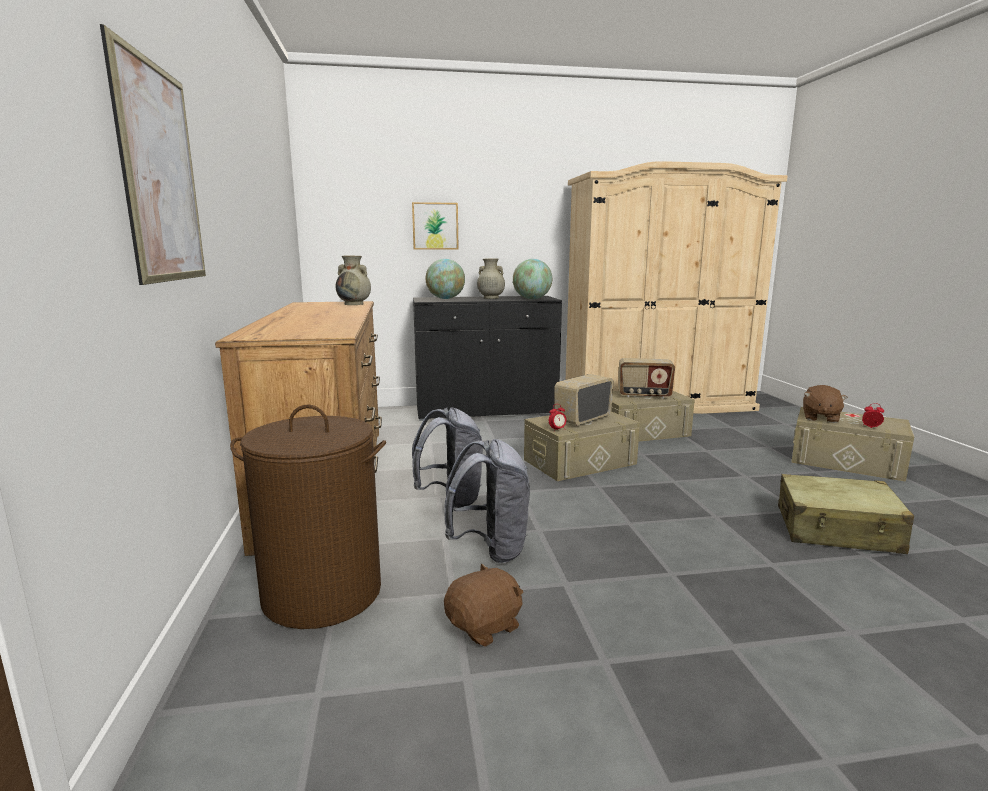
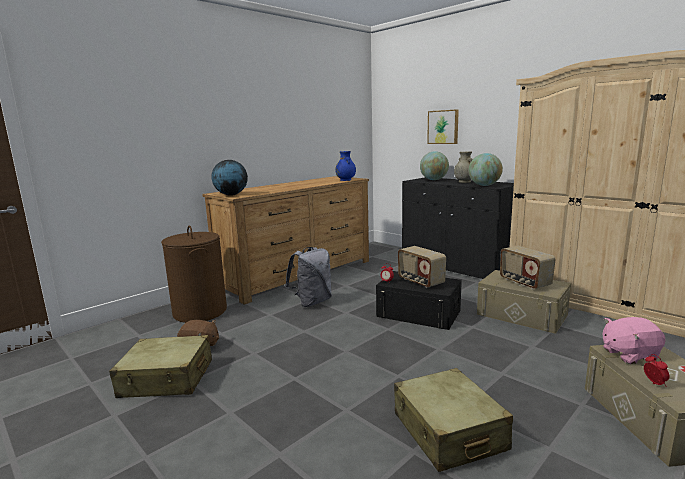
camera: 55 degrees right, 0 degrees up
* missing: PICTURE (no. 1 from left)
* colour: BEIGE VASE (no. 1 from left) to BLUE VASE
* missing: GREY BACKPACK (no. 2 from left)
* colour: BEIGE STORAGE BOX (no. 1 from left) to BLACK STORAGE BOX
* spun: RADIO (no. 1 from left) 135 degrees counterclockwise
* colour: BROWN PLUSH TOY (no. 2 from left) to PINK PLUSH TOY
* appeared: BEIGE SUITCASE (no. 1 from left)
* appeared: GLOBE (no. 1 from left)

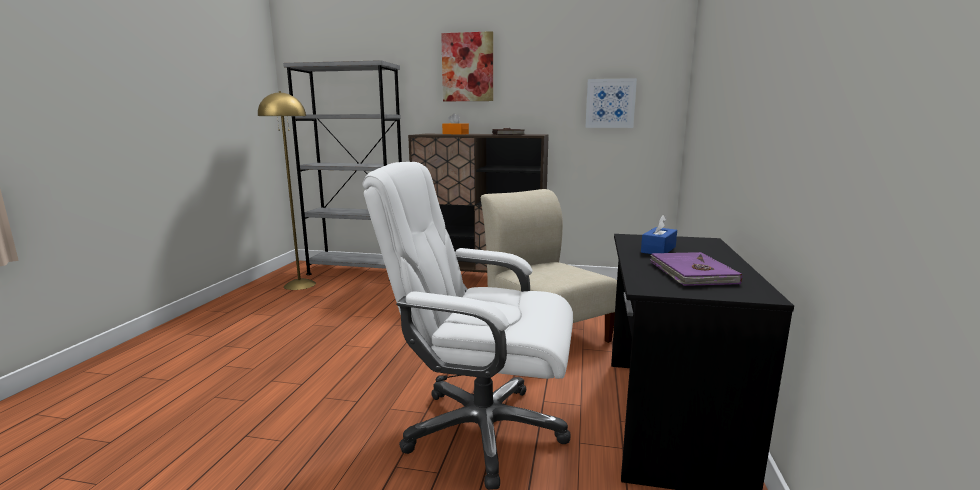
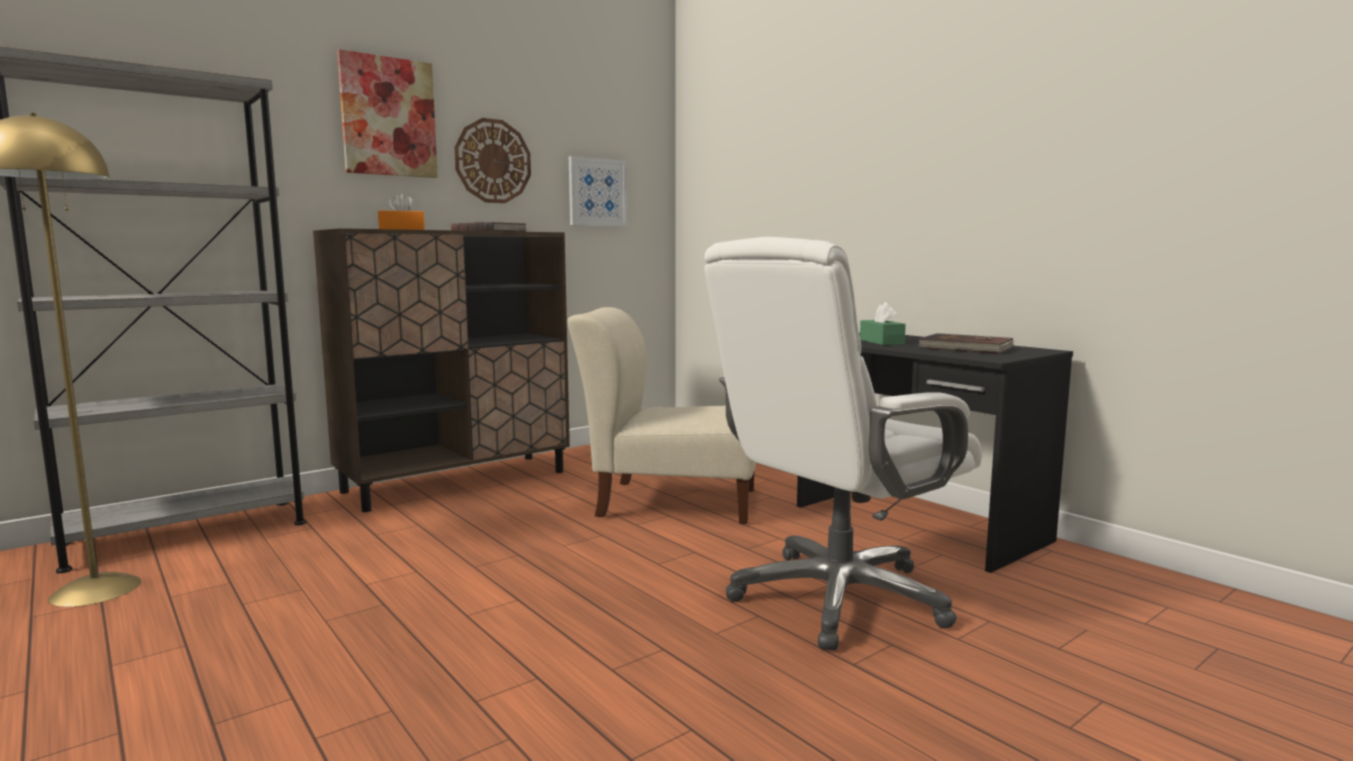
camera: 50 degrees left, 5 degrees down
* colour: BLUE TISSUE BOX to GREEN TISSUE BOX
* colour: PURPLE BOOK to BROWN BOOK (no. 2 from left)
* appeared: WALL CLOCK

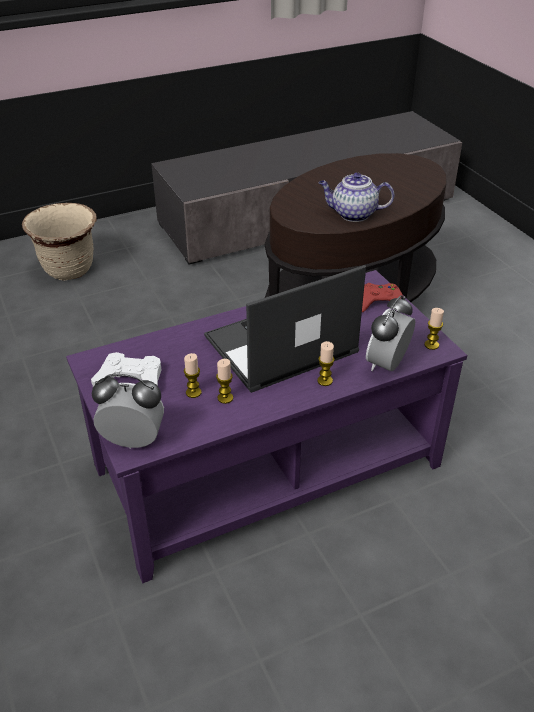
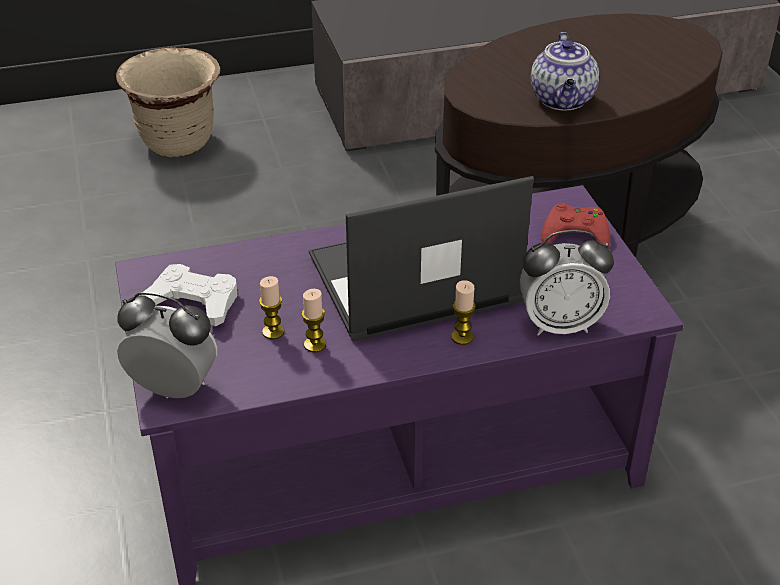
camera: 10 degrees right, 0 degrees up
* spun: TEAPOT 105 degrees counterclockwise
* spun: ALARM CLOCK (no. 2 from left) 135 degrees counterclockwise
* missing: CANDLE (no. 4 from left)

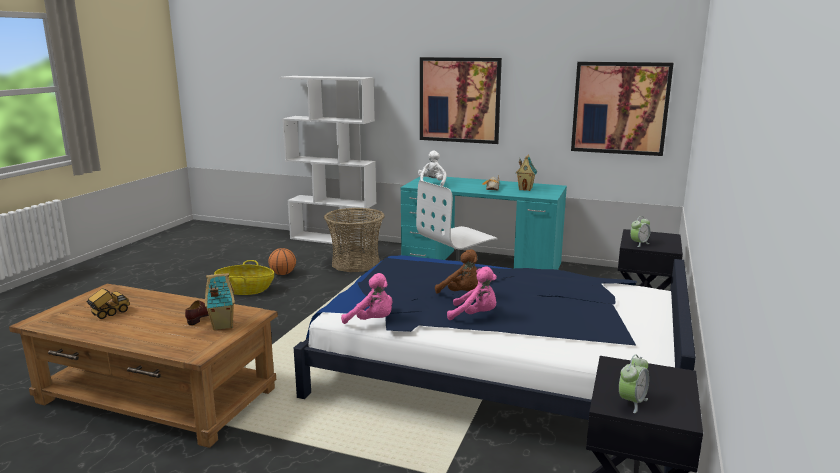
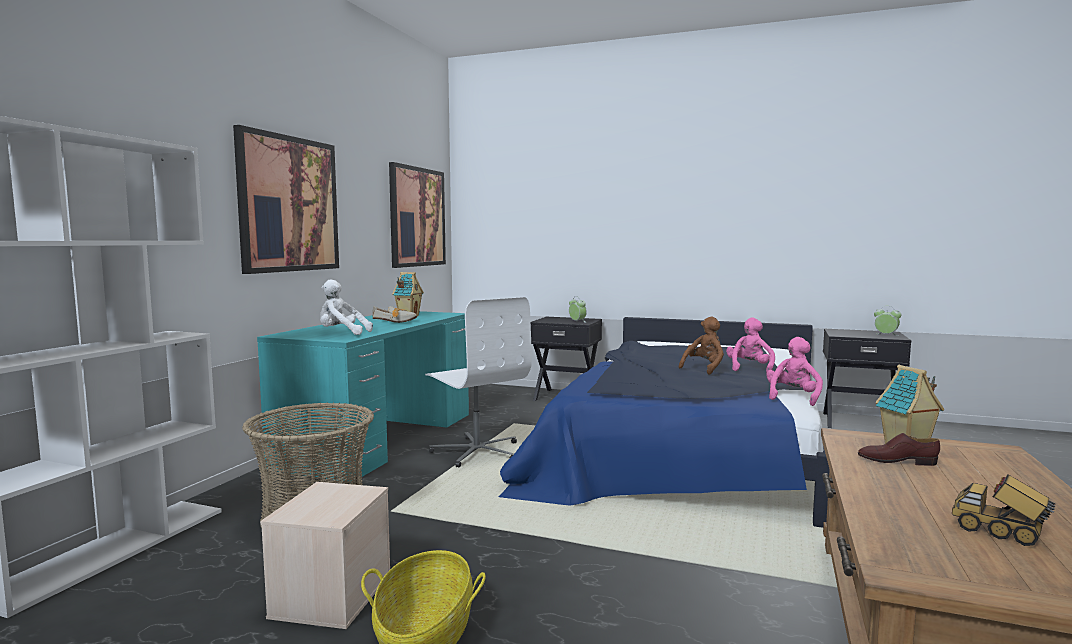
camera: 90 degrees left, 10 degrees down
* exchanged: BASKETBALL to BEIGE STORAGE BOX

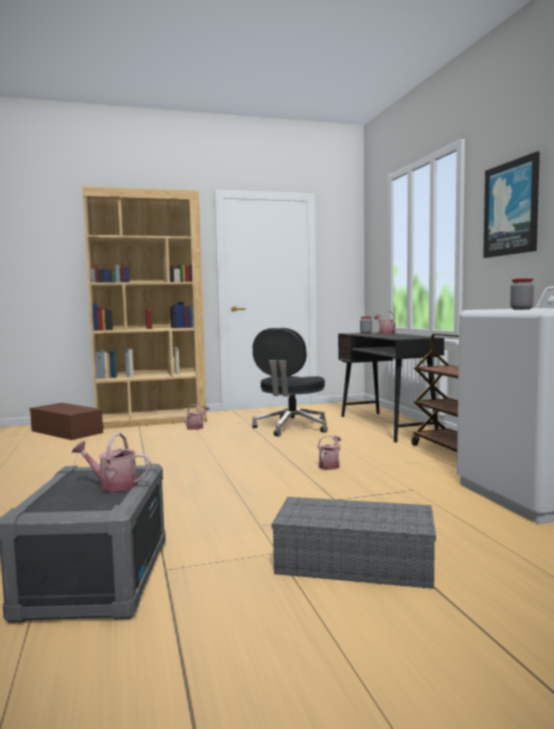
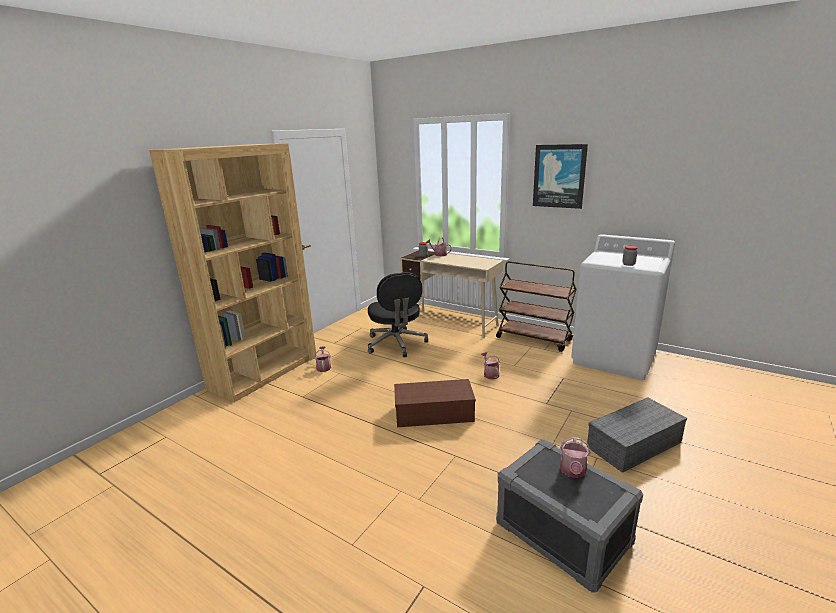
camera: 40 degrees left, 15 degrees up
* relocated: BROWN STORAGE BOX
* spun: WATERING CAN (no. 1 from left in the first image) 45 degrees counterclockwise
* colour: BLACK DESK to BEIGE DESK

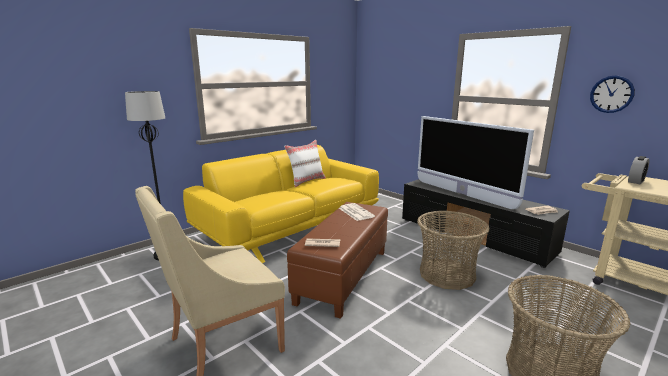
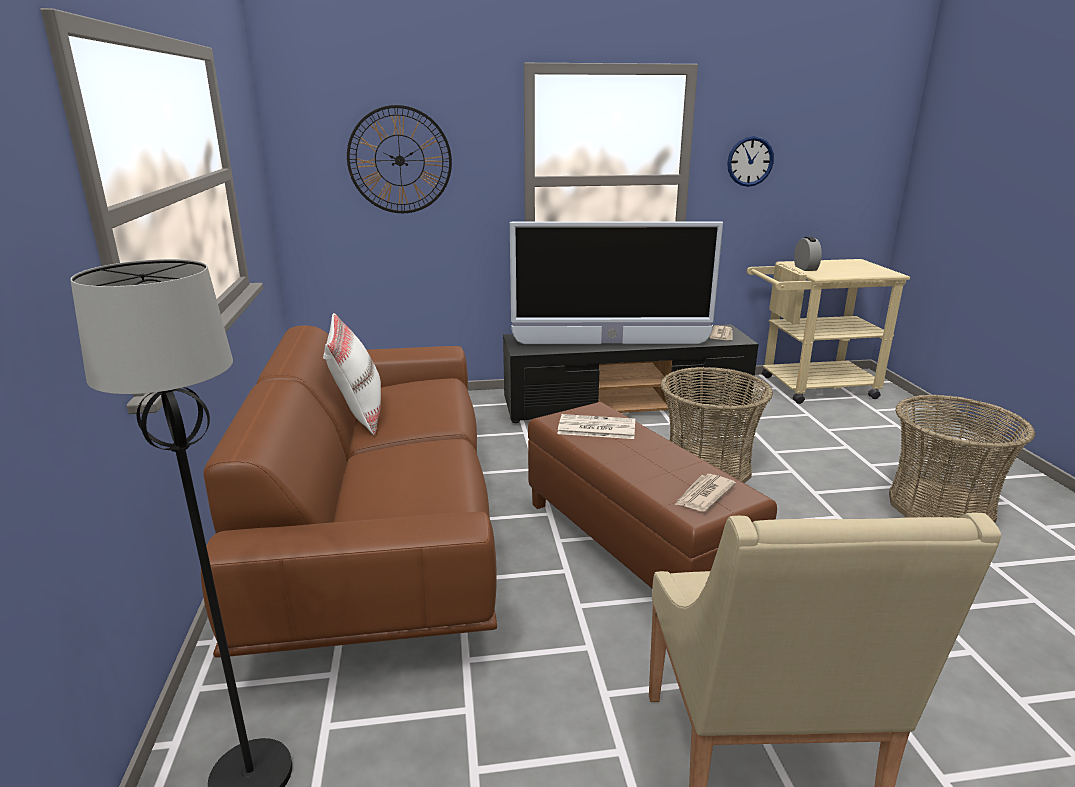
camera: 55 degrees left, 5 degrees up
* colour: YELLOW SOFA to BROWN SOFA
* appeared: WALL CLOCK (no. 1 from left)

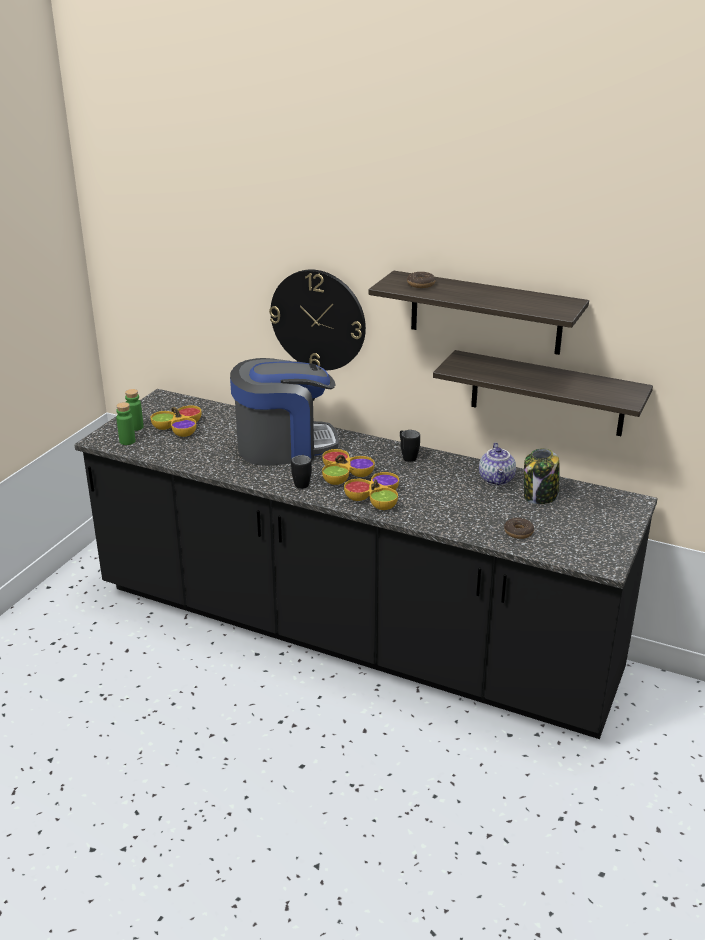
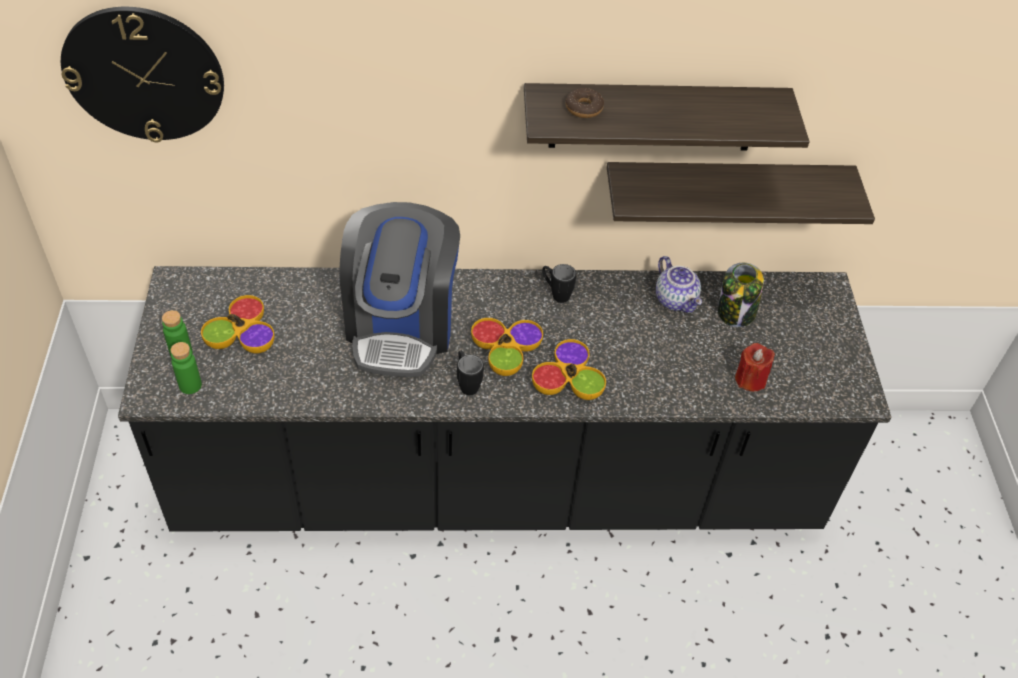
camera: 30 degrees left, 20 degrees up
* spun: COFFEE MACHINE 135 degrees clockwise
* relocated: WALL CLOCK
* exchanged: DONUT (no. 2 from left) to RED CANDLE

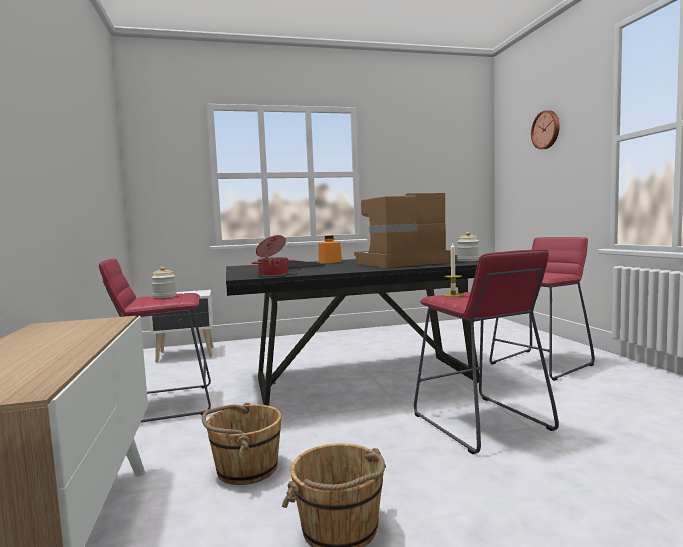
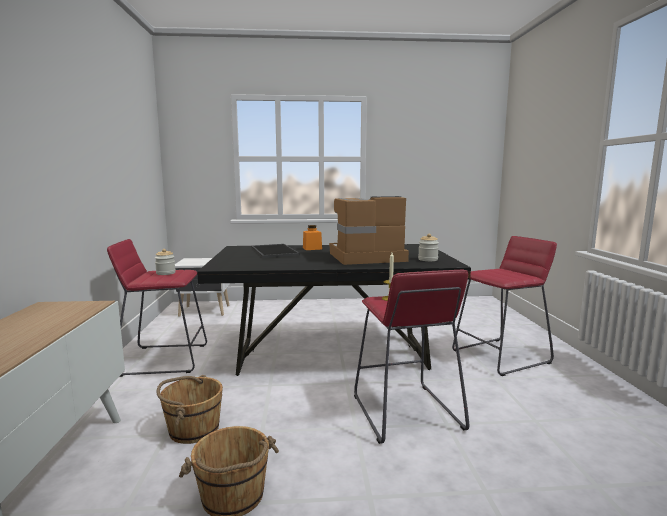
camera: 10 degrees right, 5 degrees up
* missing: COOKING POT
* missing: WALL CLOCK

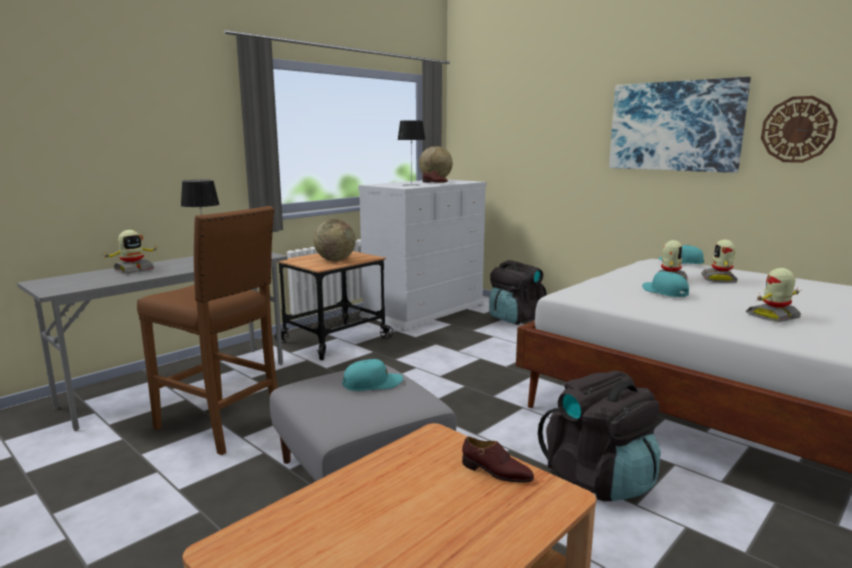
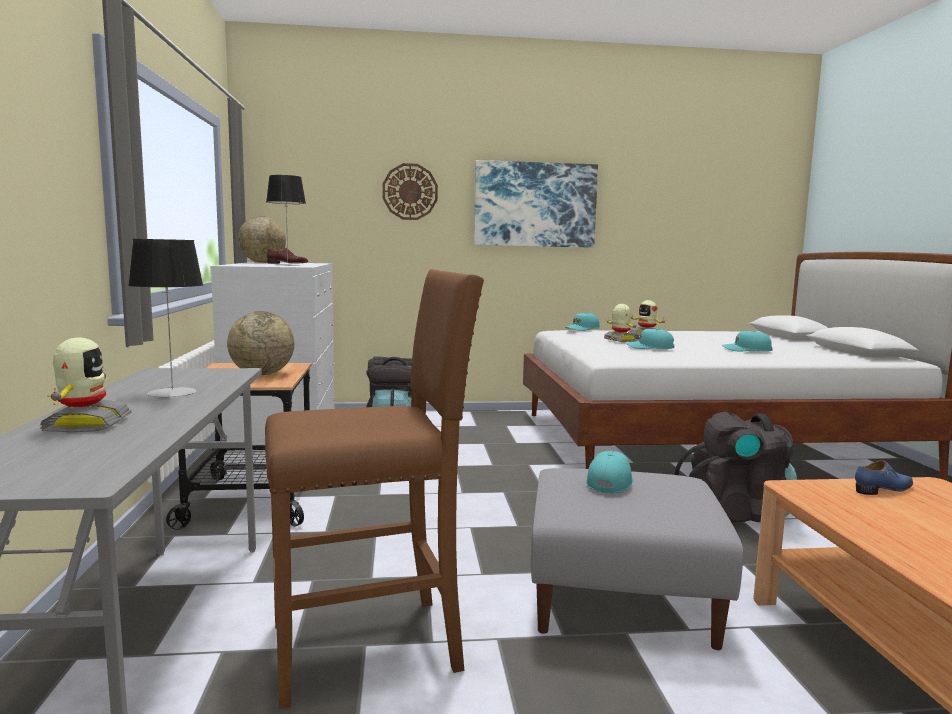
camera: 50 degrees left, 5 degrees down
* colour: BROWN SHOE (no. 2 from left) to BLUE SHOE
* exchanged: TOY ROBOT (no. 4 from left) to TURQUOISE CAP (no. 4 from left)
* relocated: WALL CLOCK

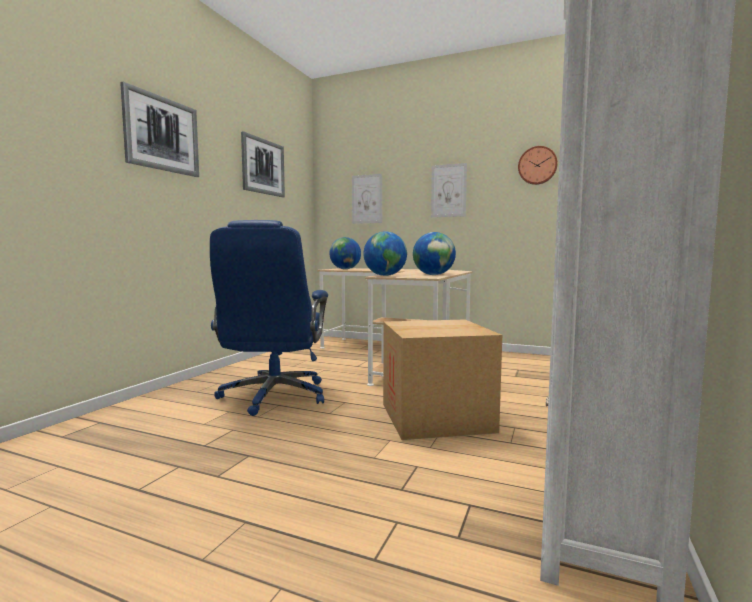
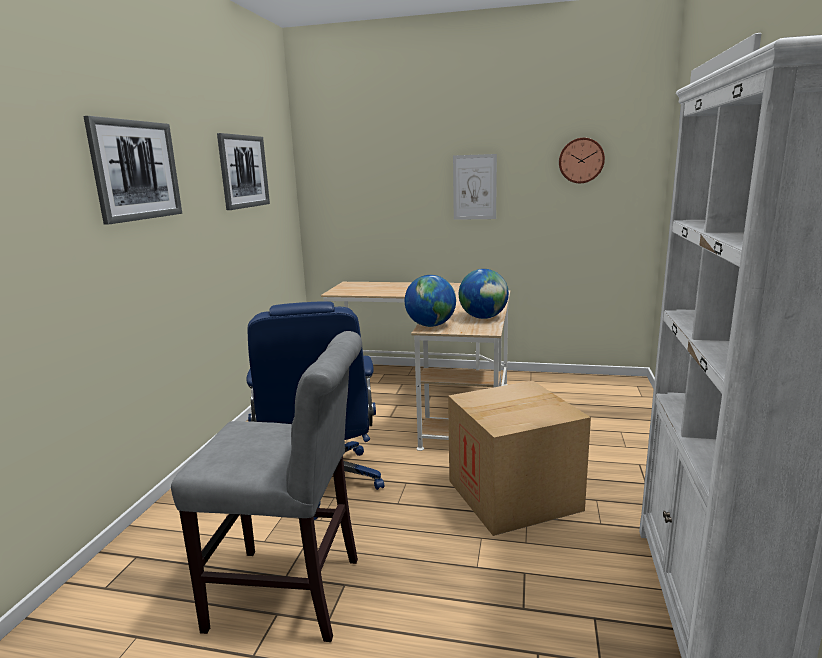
camera: 10 degrees left, 10 degrees up
* missing: GLOBE (no. 1 from left)
* missing: PICTURE (no. 3 from left)
* appeared: GREY CHAIR

